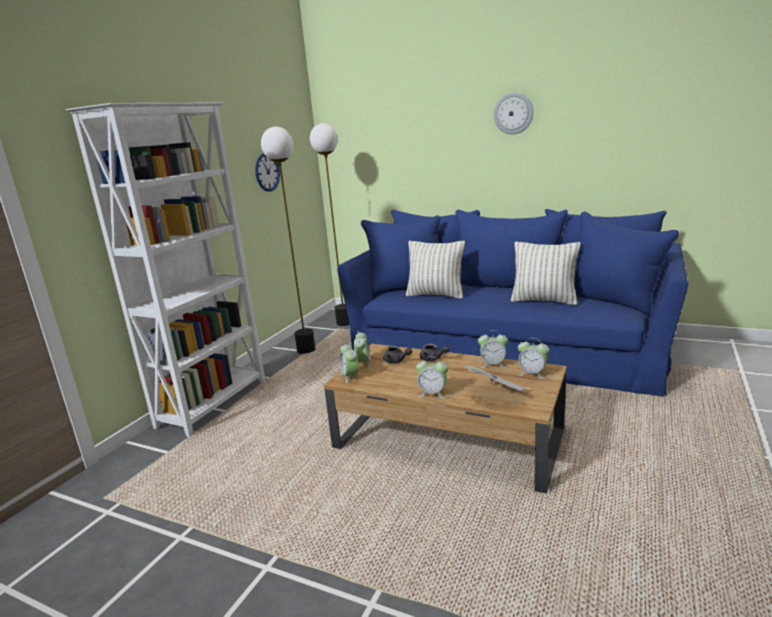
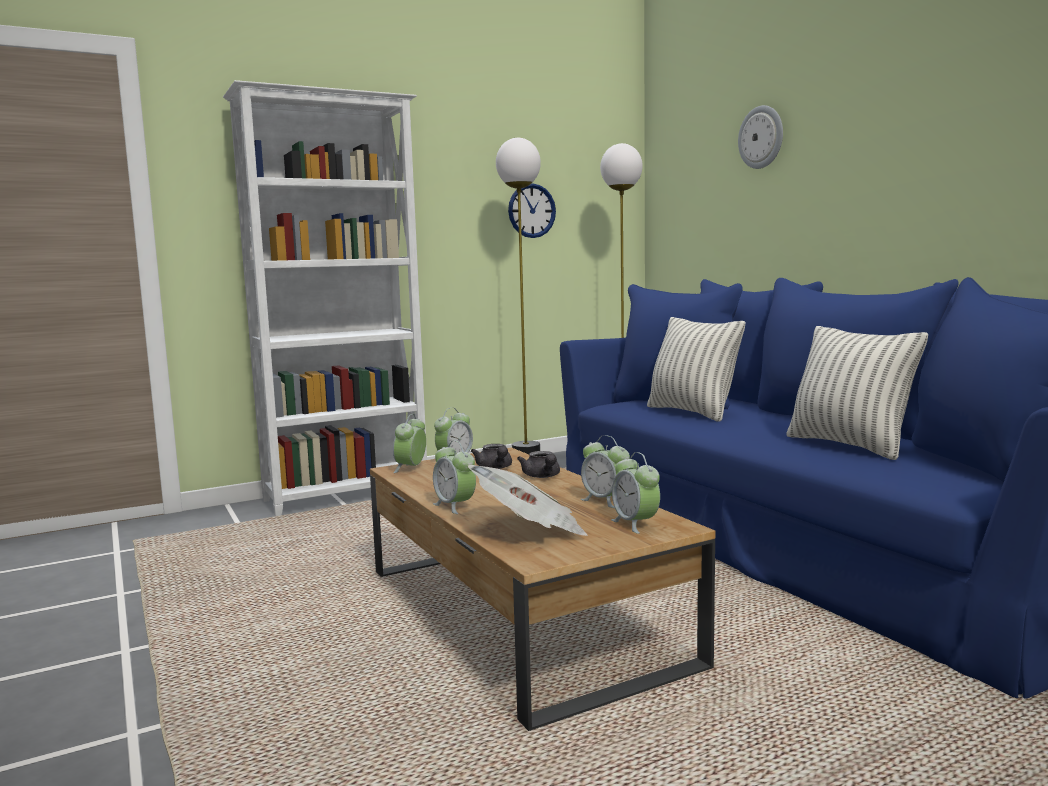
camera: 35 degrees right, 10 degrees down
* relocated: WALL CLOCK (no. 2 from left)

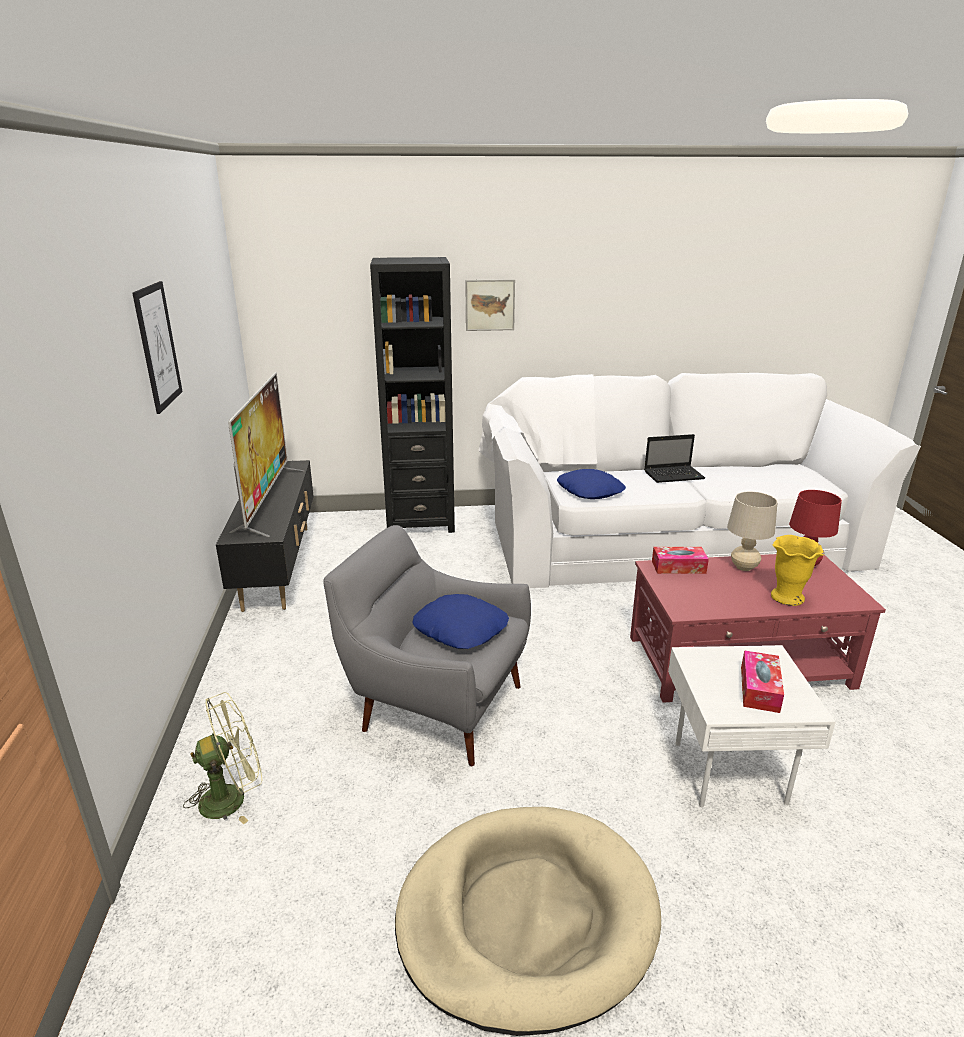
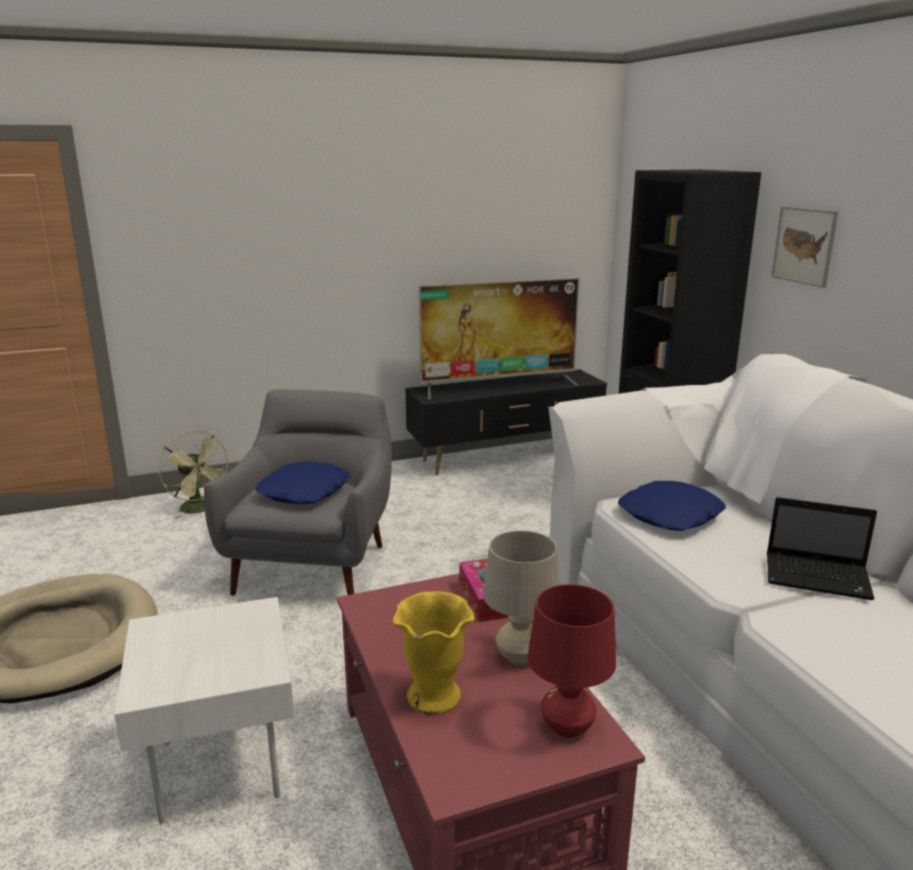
camera: 75 degrees right, 5 degrees down
* missing: PICTURE (no. 1 from left)
* spun: LAPTOP 45 degrees counterclockwise
* missing: TISSUE BOX (no. 2 from left)

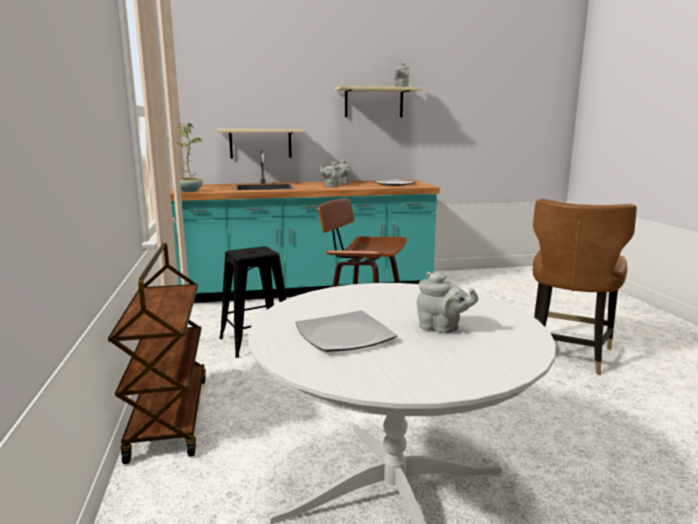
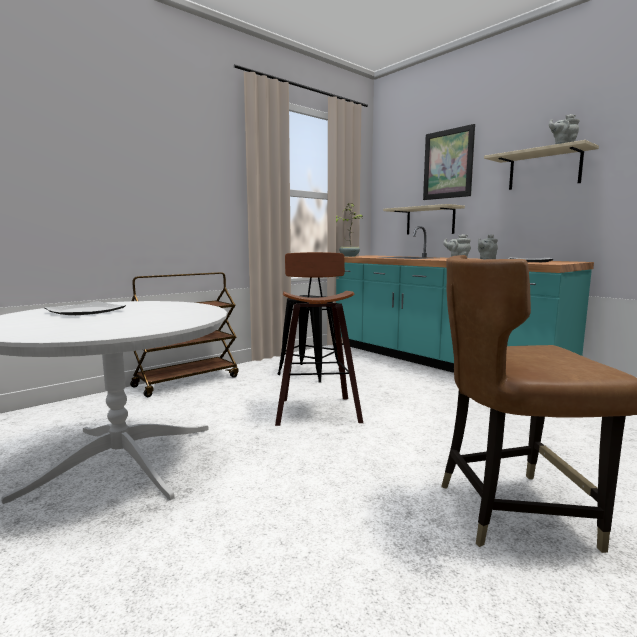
camera: 60 degrees right, 5 degrees down
* missing: GREY TEAPOT (no. 4 from left)
* appeared: PICTURE

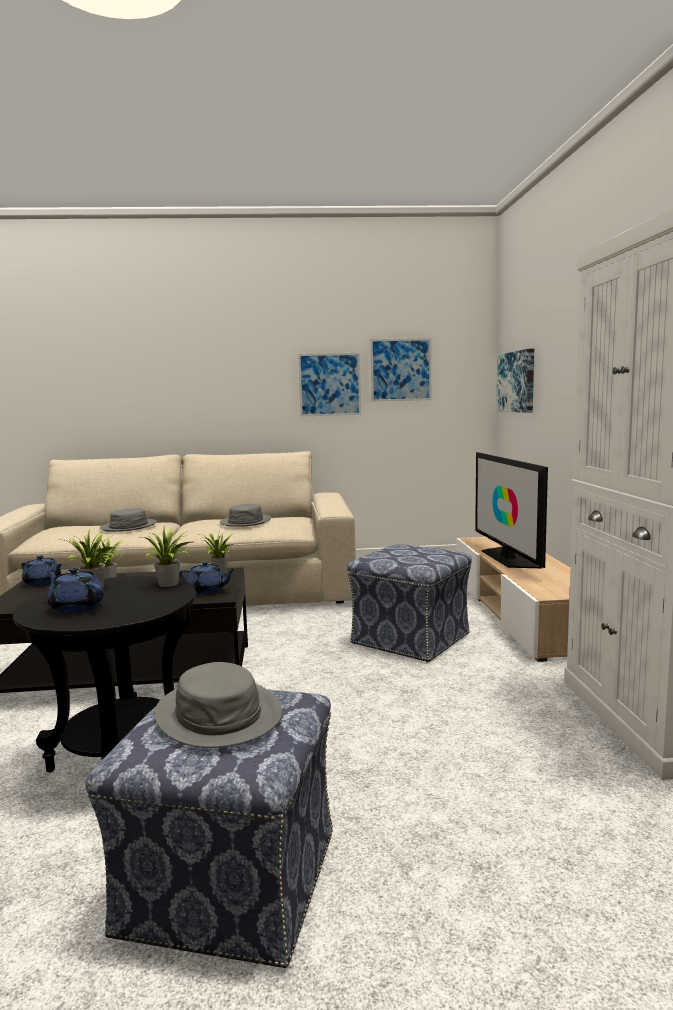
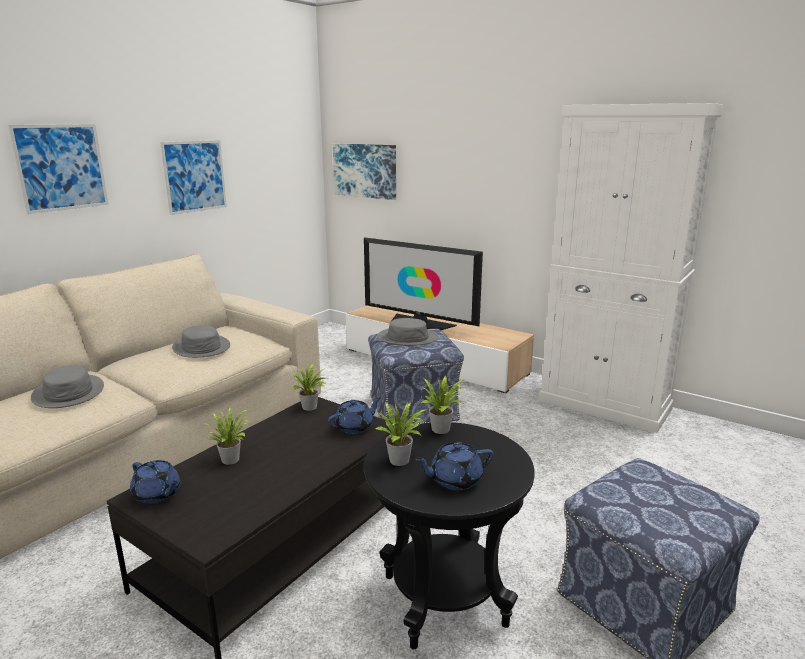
camera: 50 degrees left, 10 degrees up
* spun: BLUE TEAPOT (no. 1 from left) 60 degrees clockwise
* relocated: GREY HAT (no. 2 from left in the first image) to GREY HAT (no. 3 from left)
* relocated: PICTURE (no. 2 from left in the first image) to PICTURE (no. 1 from left)

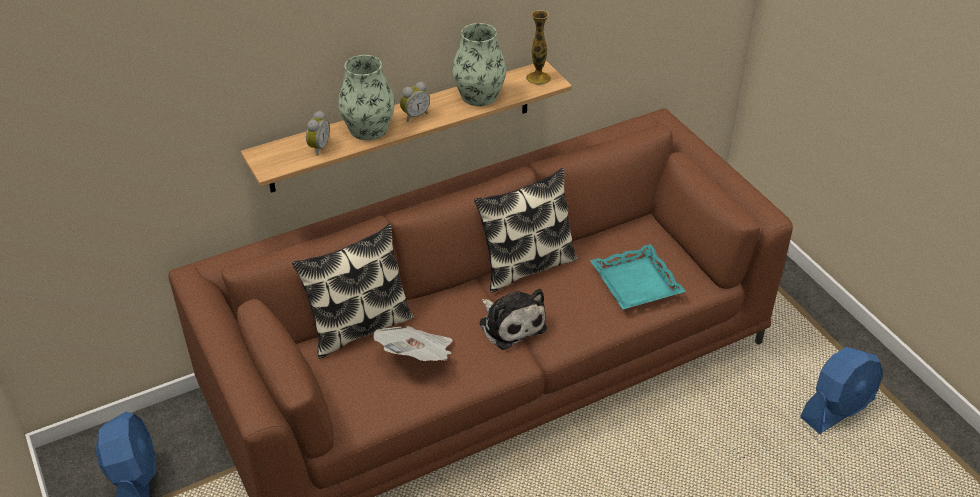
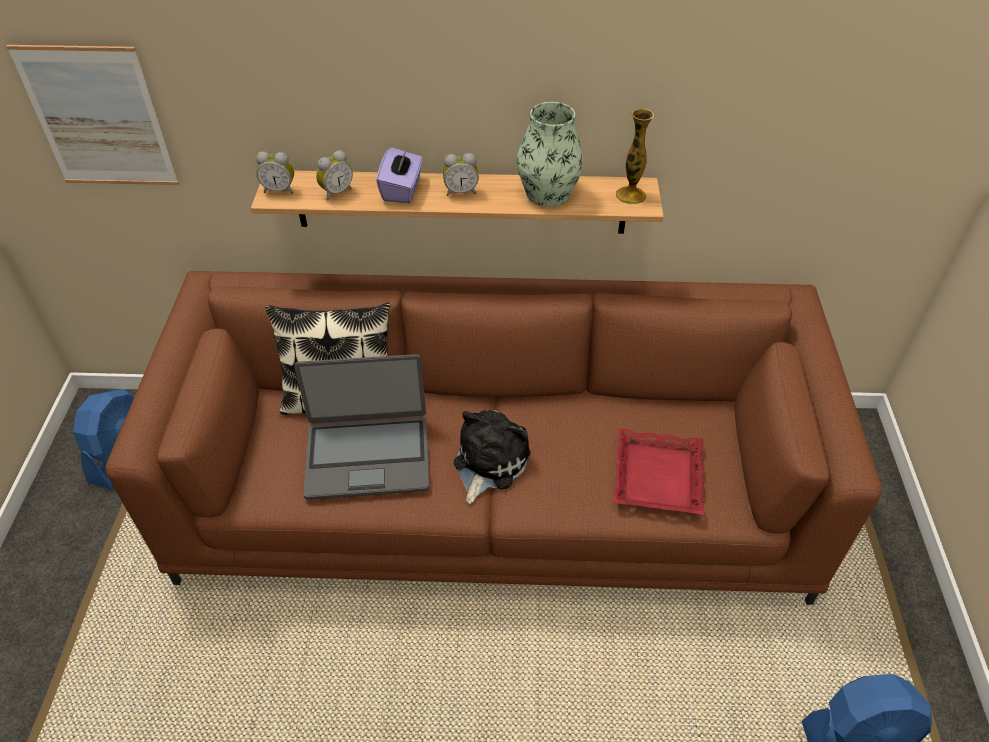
camera: 30 degrees right, 5 degrees up
* exchanged: VASE (no. 1 from left) to PURPLE TISSUE BOX
* exchanged: NEWSPAPER to LAPTOP
* missing: PILLOW (no. 2 from left)
* spun: PLUSH TOY 150 degrees counterclockwise
* colour: TURQUOISE TRAY to RED TRAY
* appeared: PICTURE
* appeared: ALARM CLOCK (no. 1 from left)

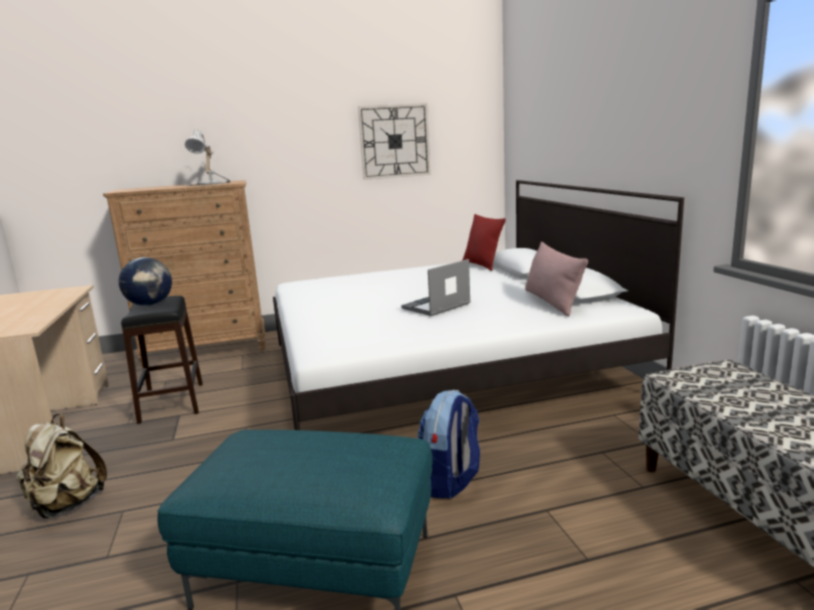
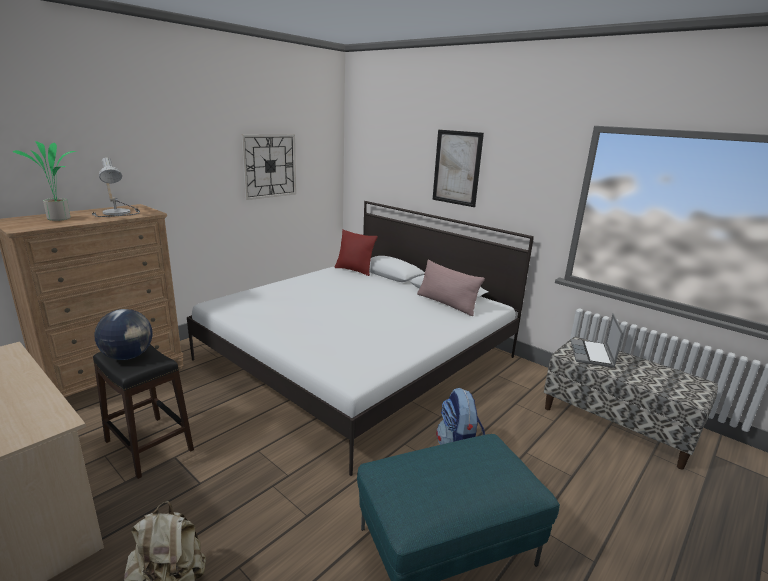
camera: 35 degrees left, 5 degrees up
* relocated: LAPTOP
* appeared: POTTED PLANT
* appeared: PICTURE

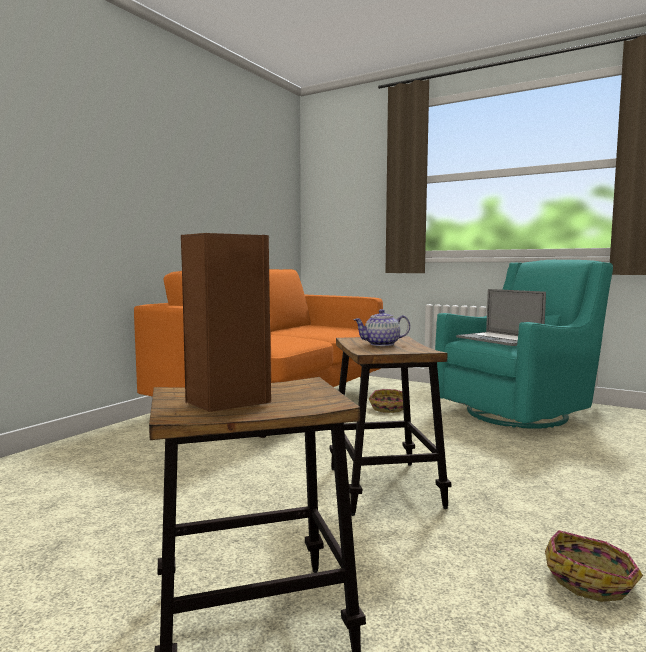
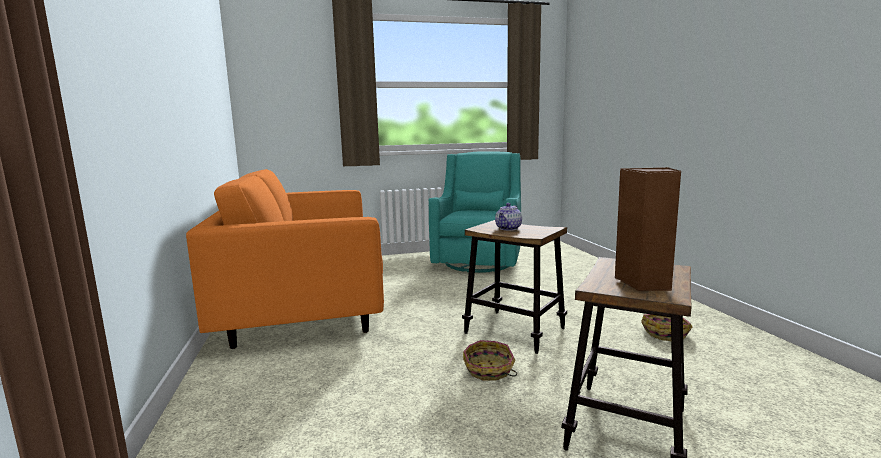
camera: 45 degrees left, 5 degrees up
* relocated: BASKET (no. 1 from left)
* missing: LAPTOP

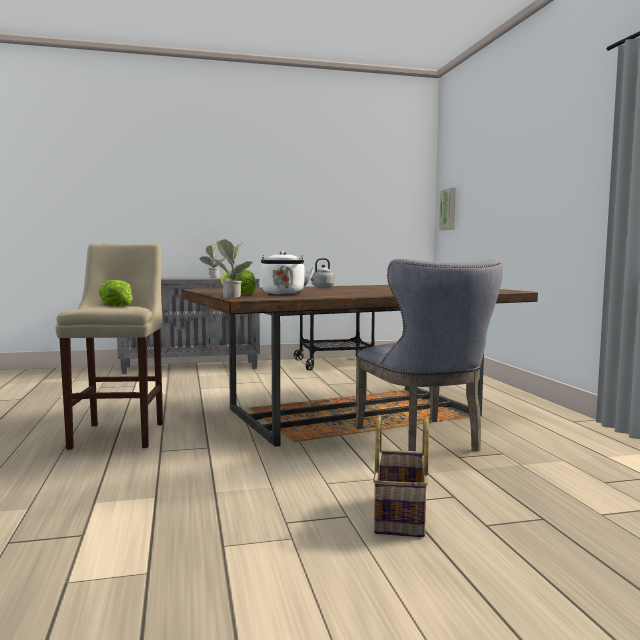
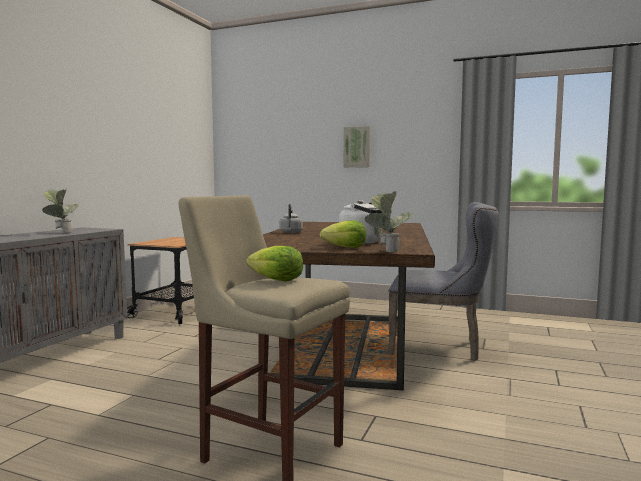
camera: 55 degrees left, 0 degrees up
* missing: BASKET
* relocated: PICTURE

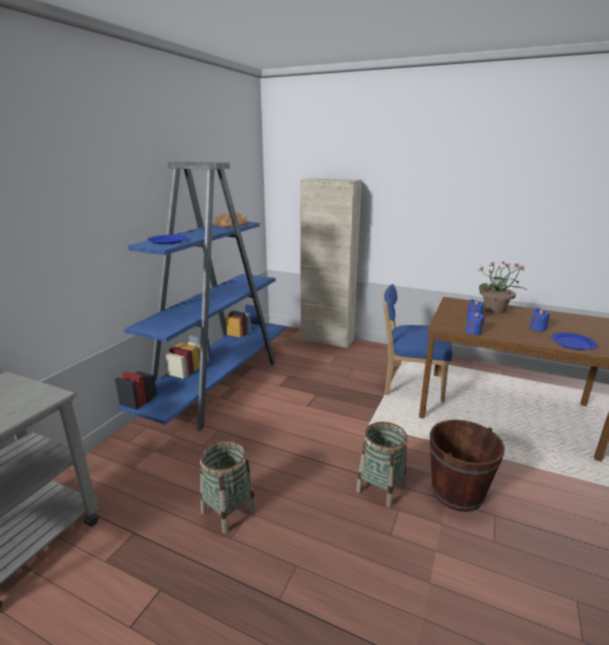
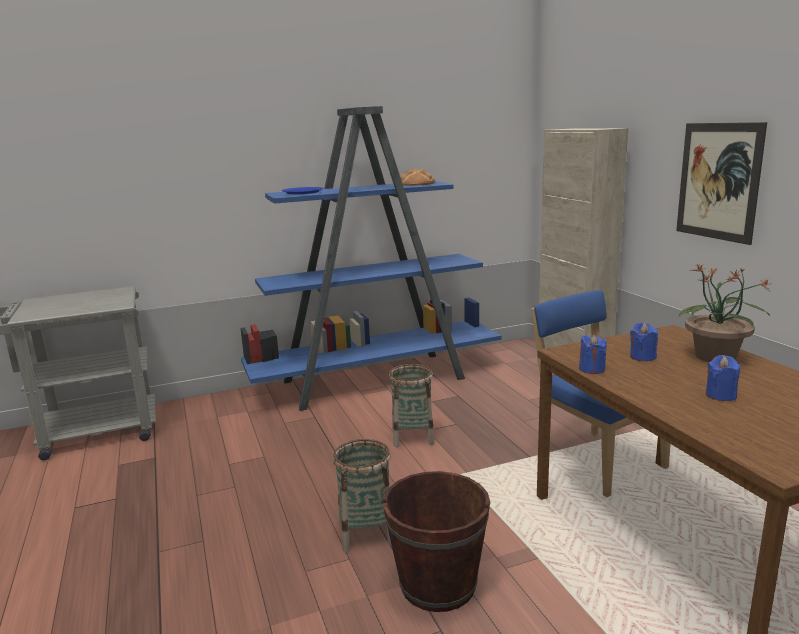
camera: 45 degrees right, 5 degrees down
* relocated: BASKET (no. 1 from left in the first image) to BASKET (no. 2 from left)
* missing: BLUE PLATE (no. 2 from left)
* appeared: PICTURE

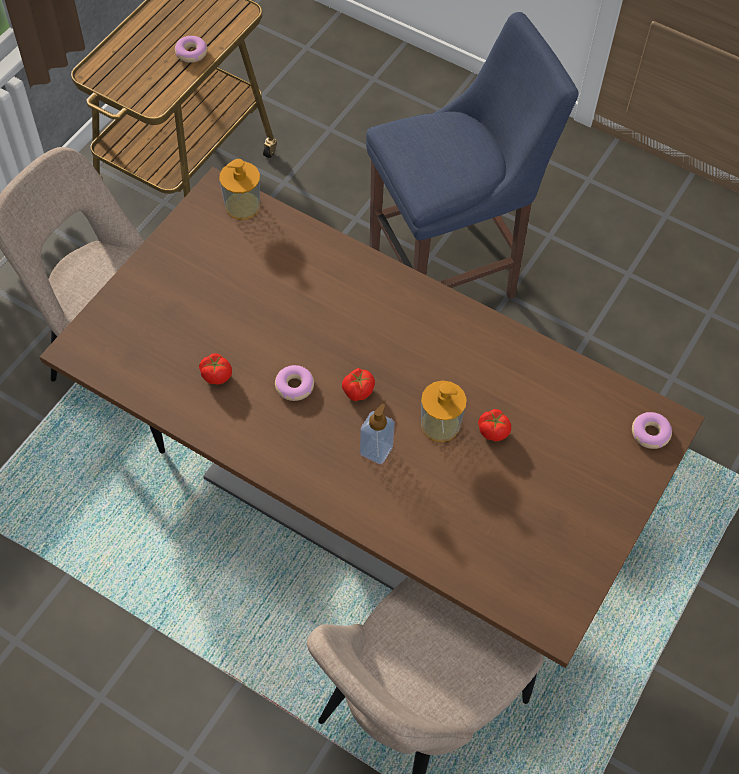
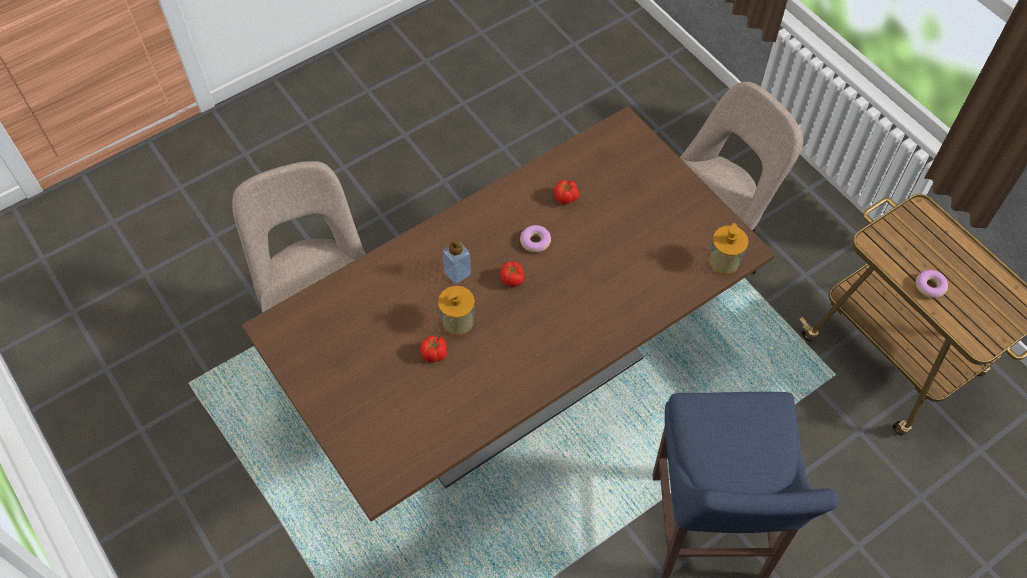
camera: 115 degrees right, 0 degrees up
* missing: DONUT (no. 3 from left)

